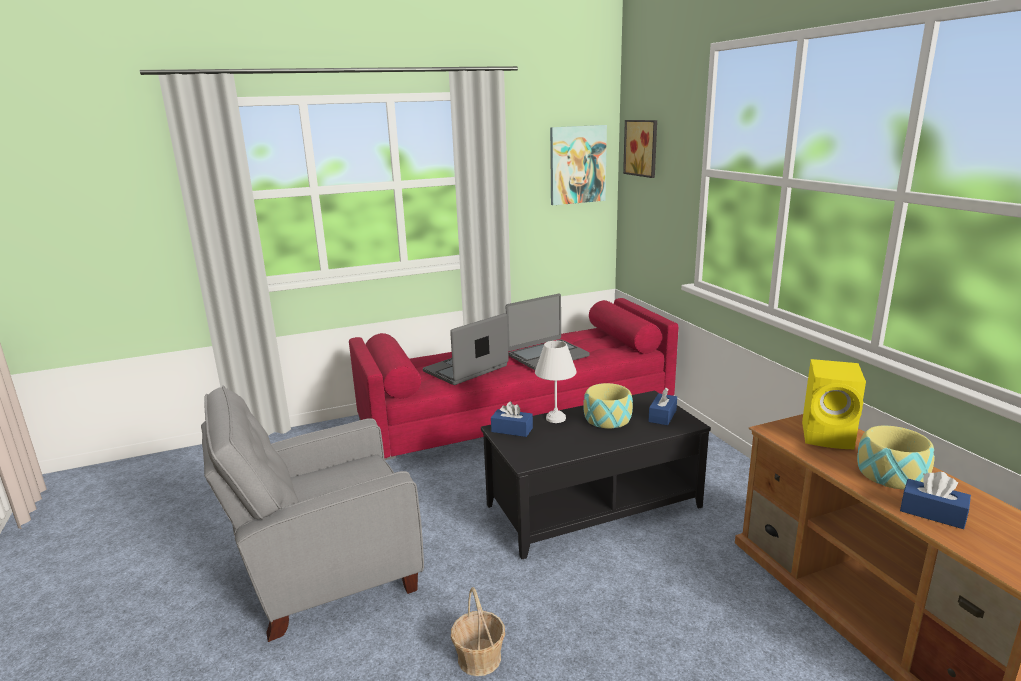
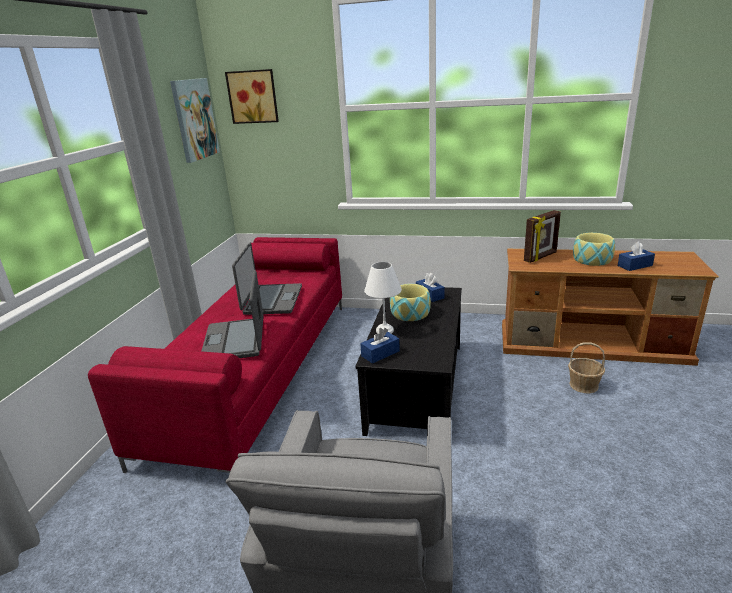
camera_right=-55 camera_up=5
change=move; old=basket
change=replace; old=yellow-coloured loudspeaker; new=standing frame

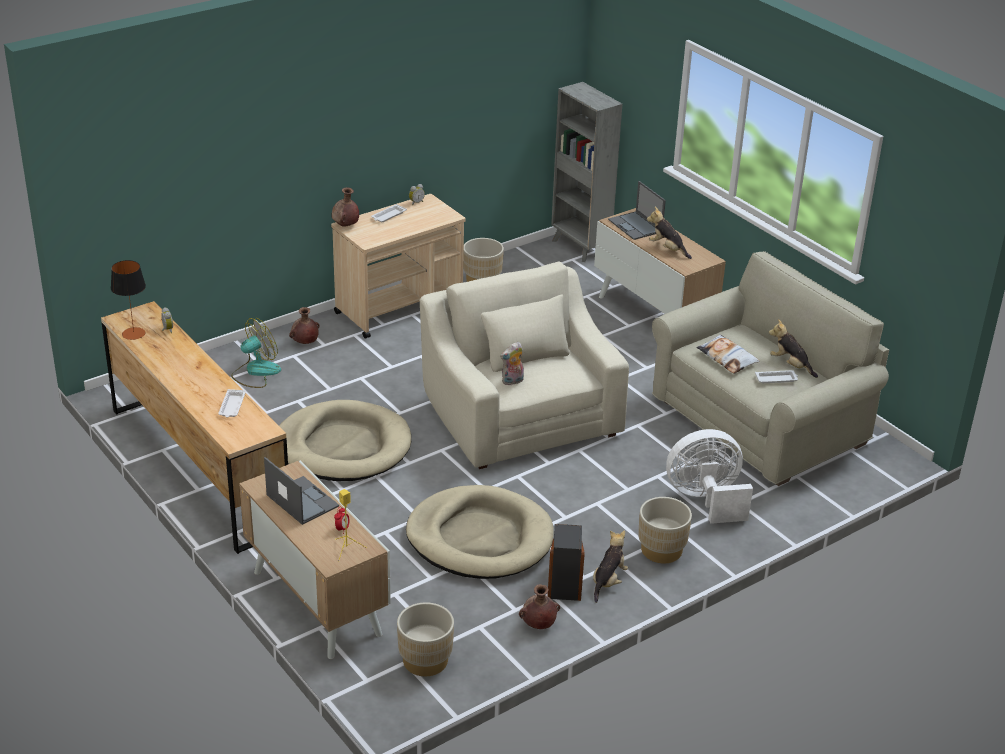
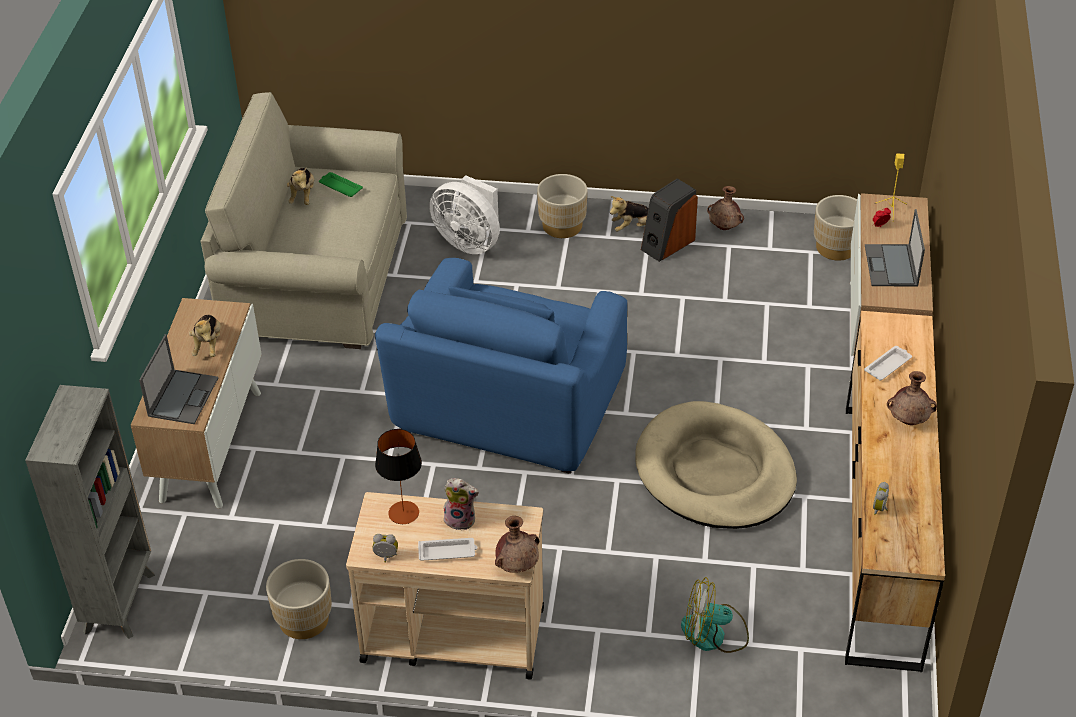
camera_right=-135 camera_up=10
change=delete; old=beige-coloured dog cushion (2nd from left)
change=delete; old=cushion
change=move; old=lamp for a table
change=move; old=brown-coloured decorative vase (1st from left in the first image); new=brown-coloured decorative vase (3rd from left)
change=move; old=cuddly toy (1st from left in the first image); new=cuddly toy (3rd from left)
change=recolor; old=beige-coloured easy chair; new=bluish easy chair
change=recolor; old=whitish tray (3rd from left); new=green-coloured tray

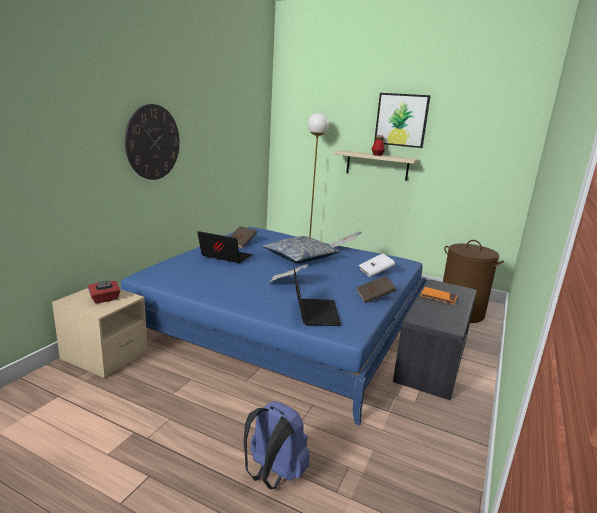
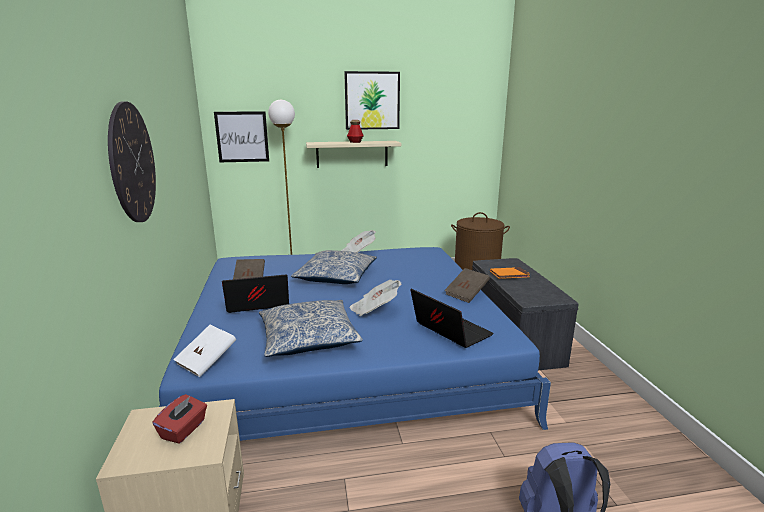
camera_right=-35 camera_up=0
change=insert; new=wall picture (1st from left)
change=insert; new=cushion (1st from left)
change=move; old=whitish bound book

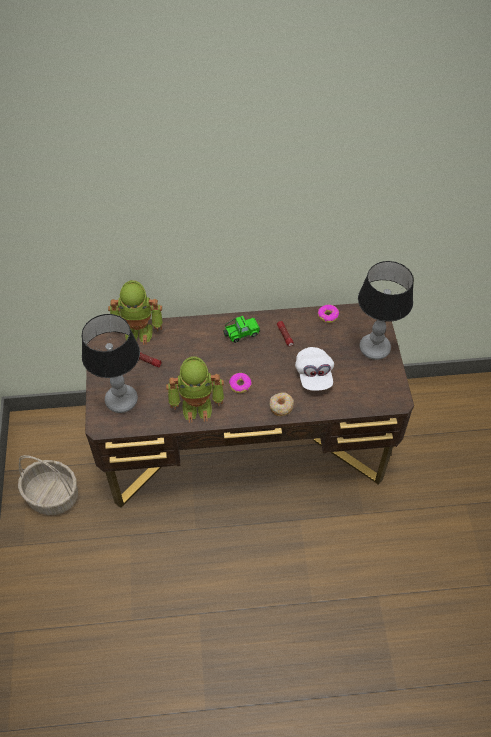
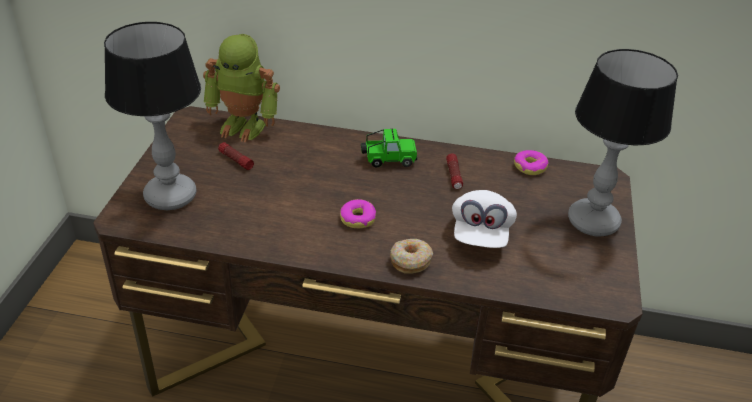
camera_right=15 camera_up=-15
change=delete; old=basket
change=delete; old=toy robot (2nd from left)

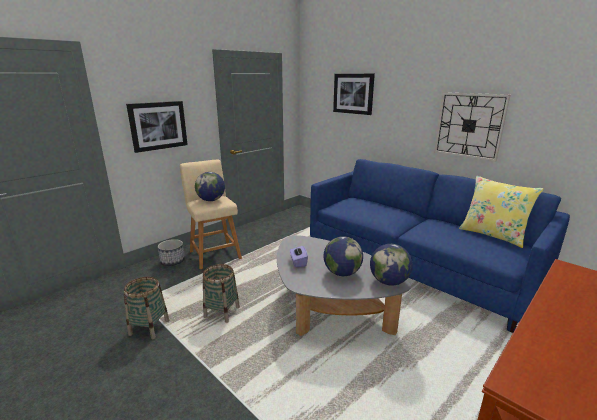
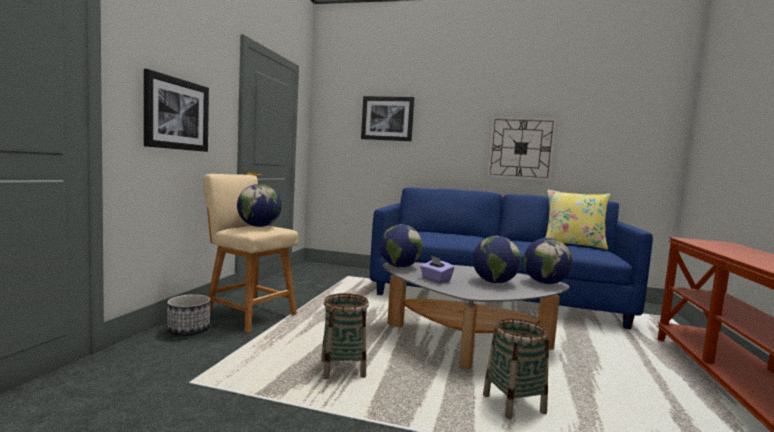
camera_right=-30 camera_up=-15
change=insert; new=desk globe (2nd from left)
change=move; old=basket (1st from left in the first image); new=basket (2nd from left)

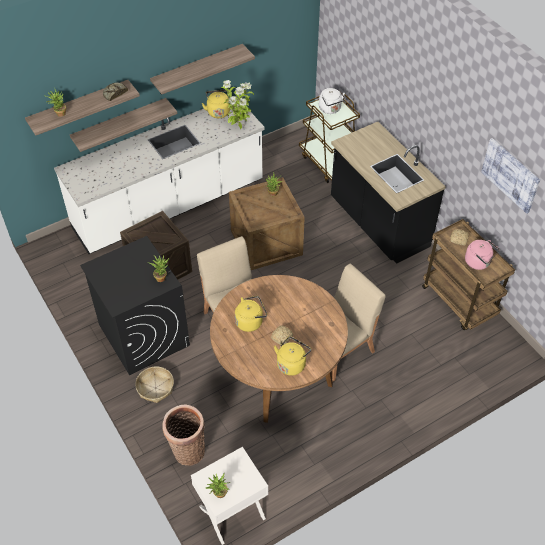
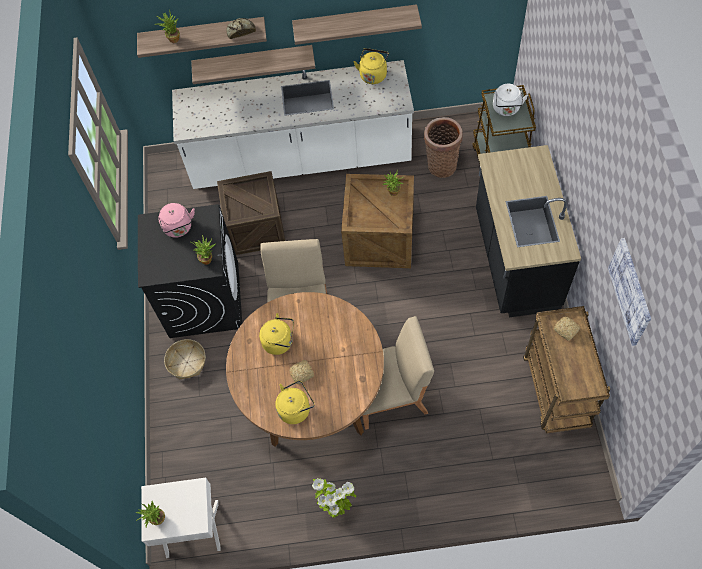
camera_right=30 camera_up=10
change=move; old=basket (2nd from left)
change=move; old=plant in a pot (4th from left)
change=move; old=pink kettle

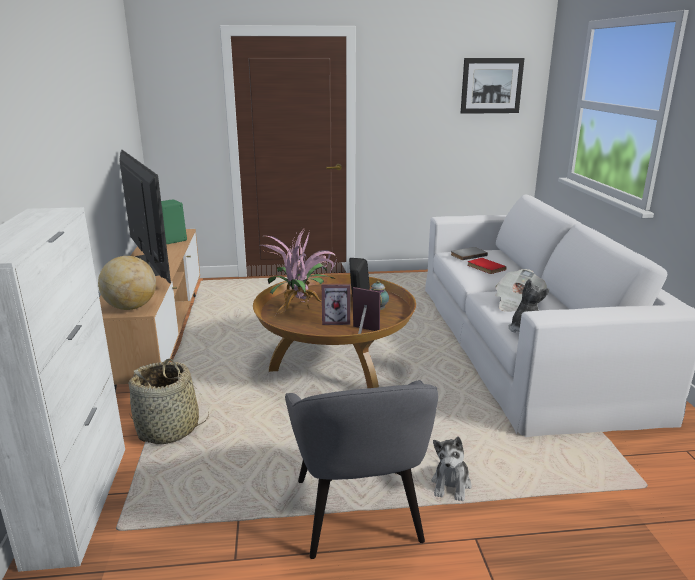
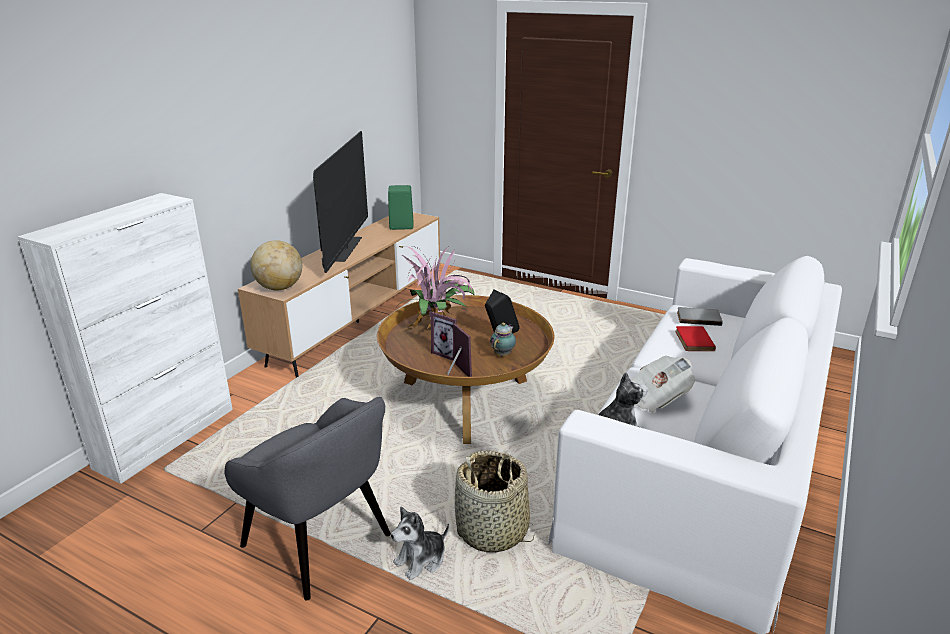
camera_right=35 camera_up=5
change=delete; old=wall picture
change=move; old=basket
change=rotate; old=grey easy chair; degrees=-75

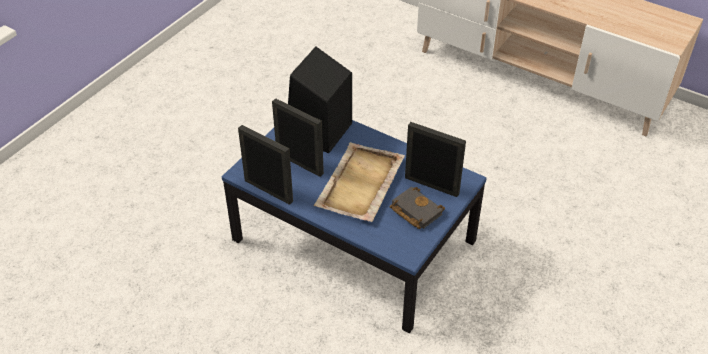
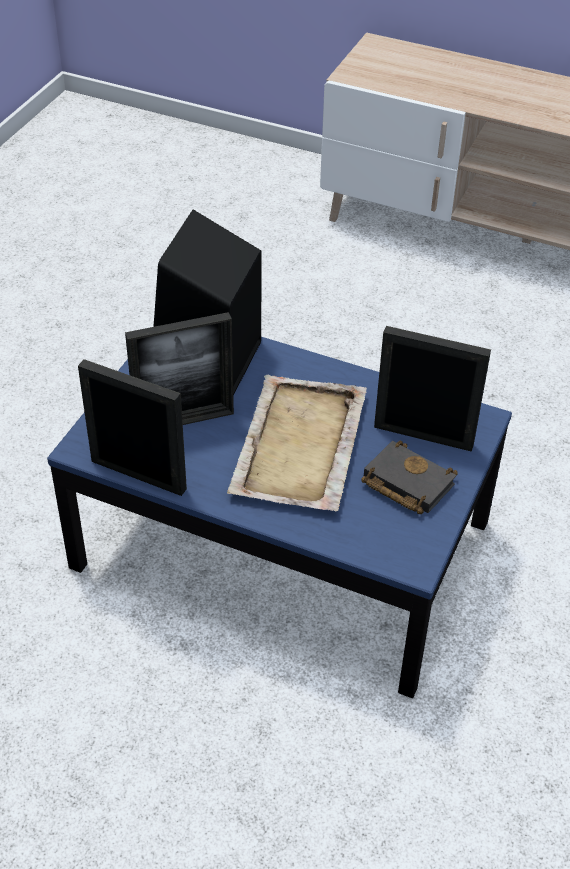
camera_right=-10 camera_up=0
change=rotate; old=standing frame (2nd from left); degrees=135

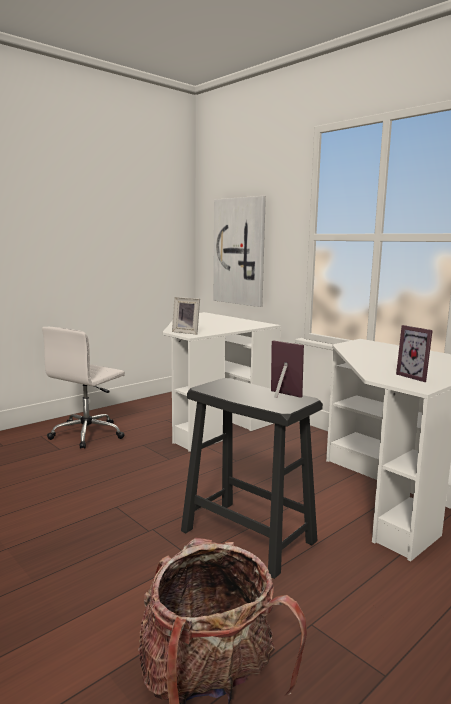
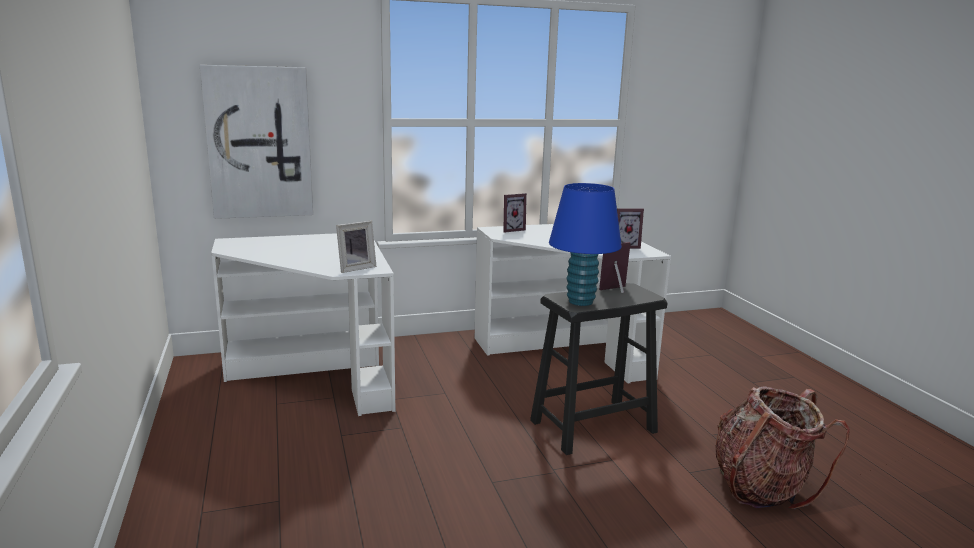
camera_right=-65 camera_up=5
change=delete; old=whitish office chair
change=insert; new=standing frame (2nd from left)
change=insert; new=bluish lamp for a table

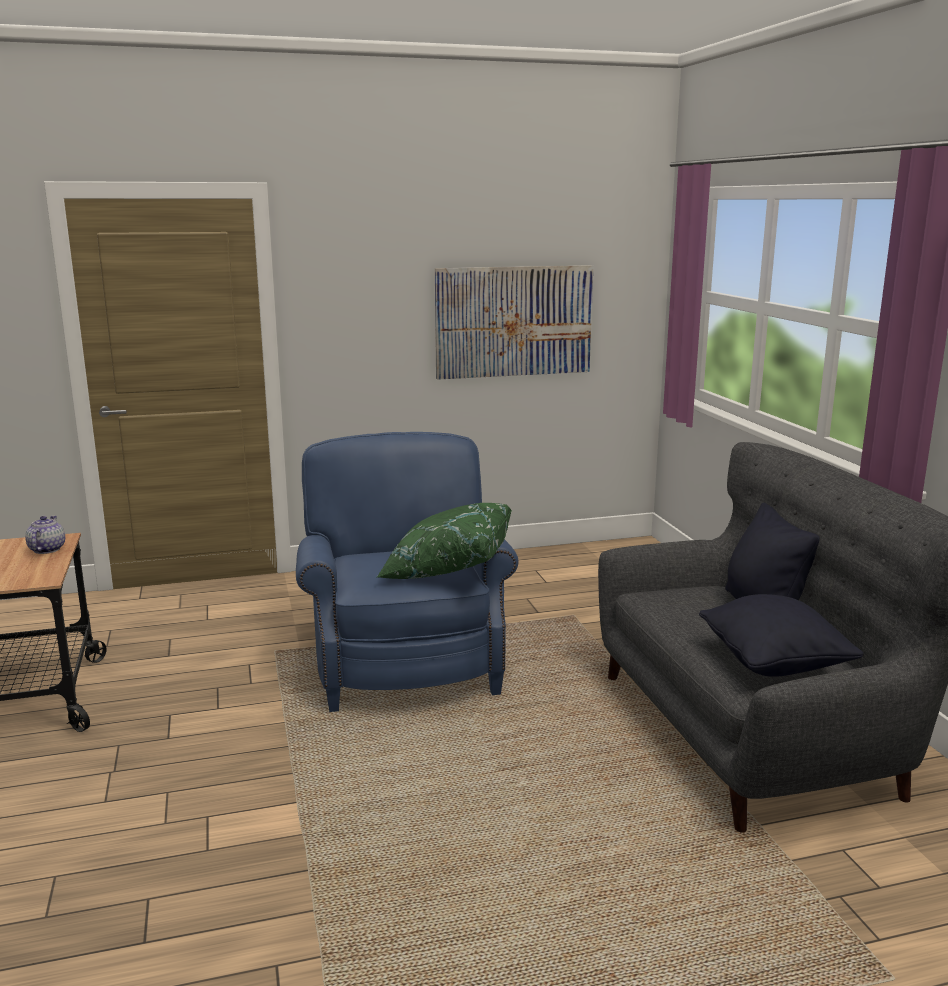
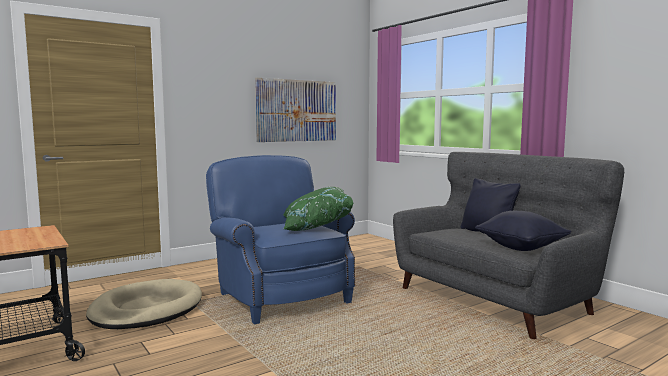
camera_right=-20 camera_up=-10
change=delete; old=pot for tea
change=insert; new=beige-coloured dog cushion

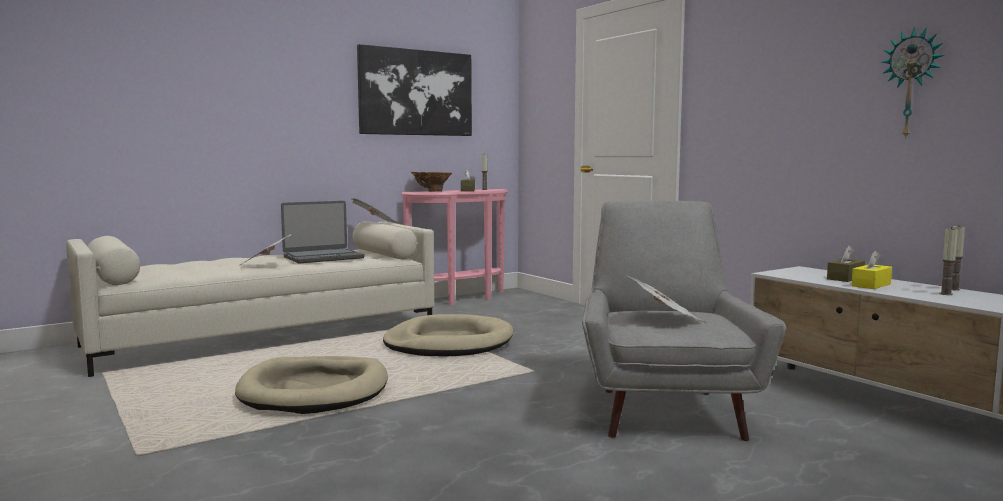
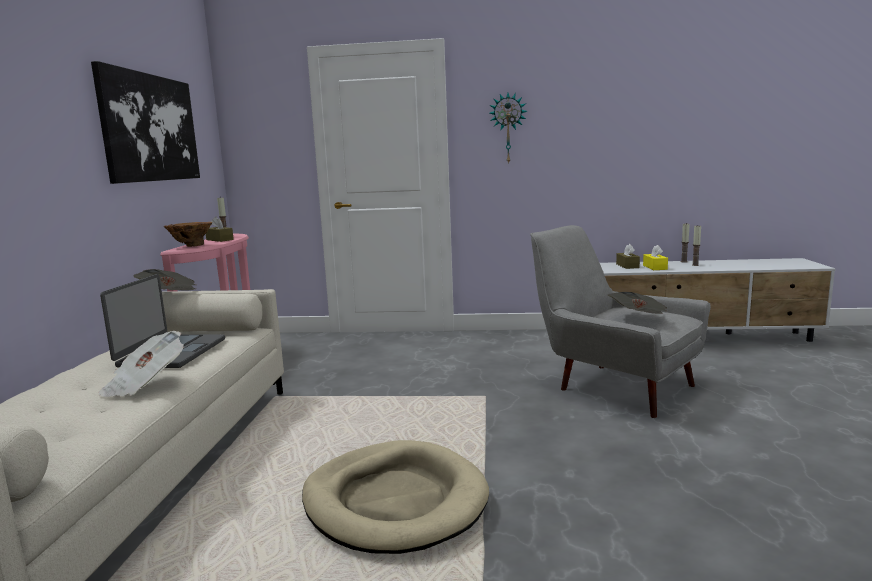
camera_right=-50 camera_up=5
change=delete; old=beige-coloured dog cushion (2nd from left)
change=move; old=hanging clock

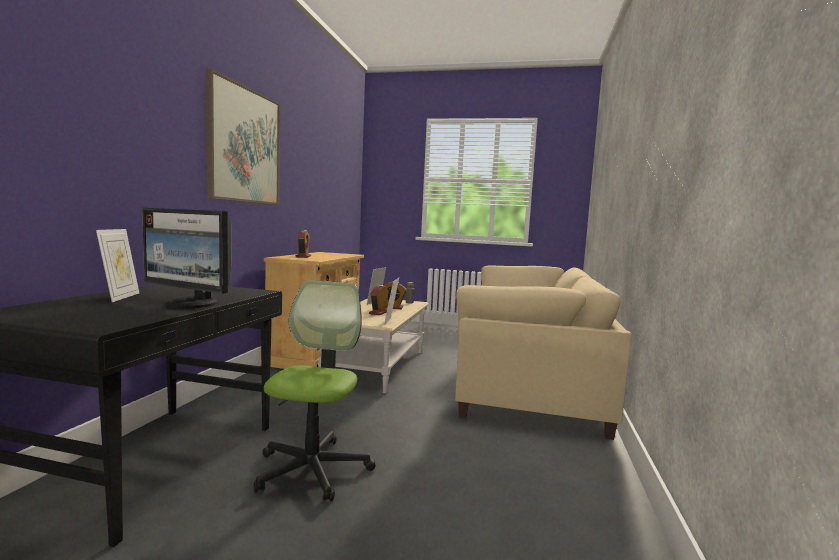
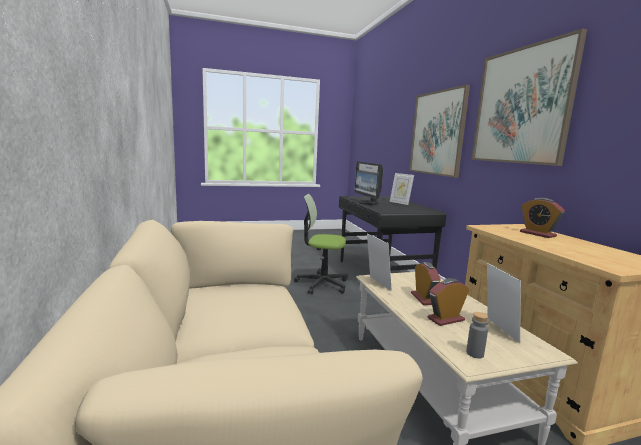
camera_right=150 camera_up=5
change=insert; new=wall picture (1st from left)
change=rotate; old=computer screen; degrees=-105
change=rotate; old=office chair; degrees=120

